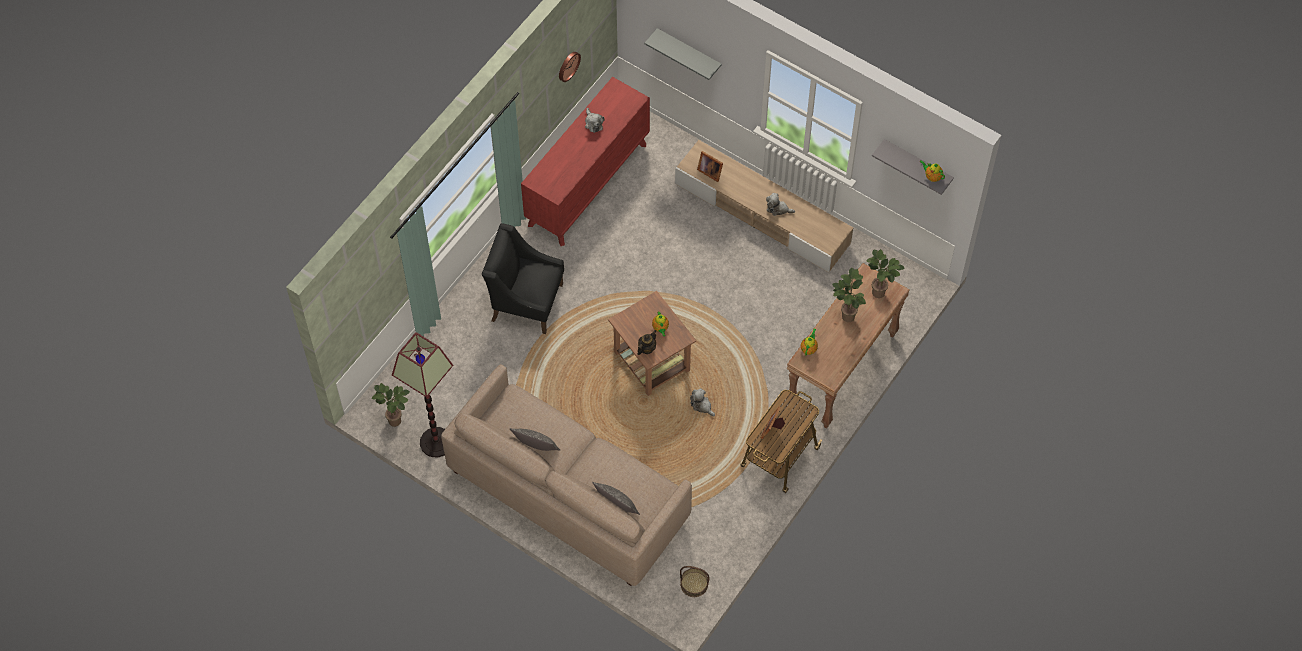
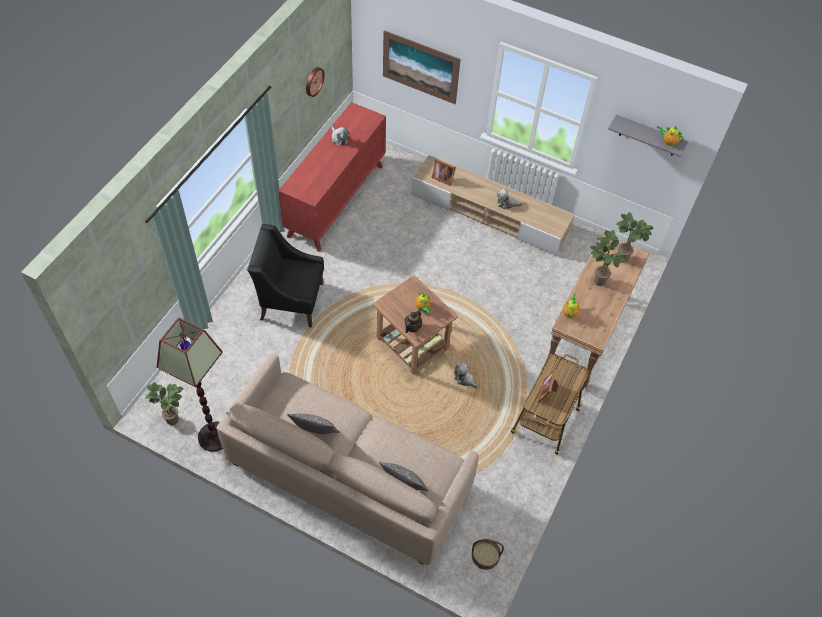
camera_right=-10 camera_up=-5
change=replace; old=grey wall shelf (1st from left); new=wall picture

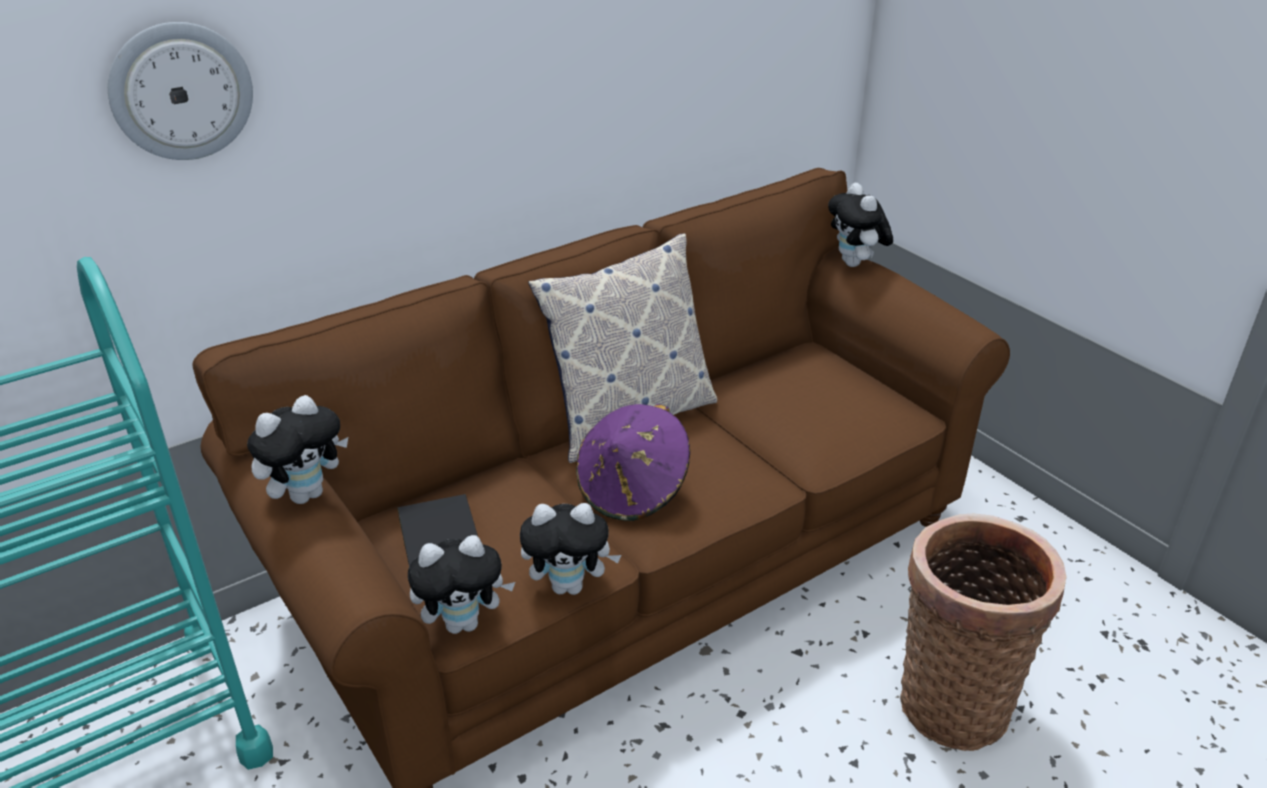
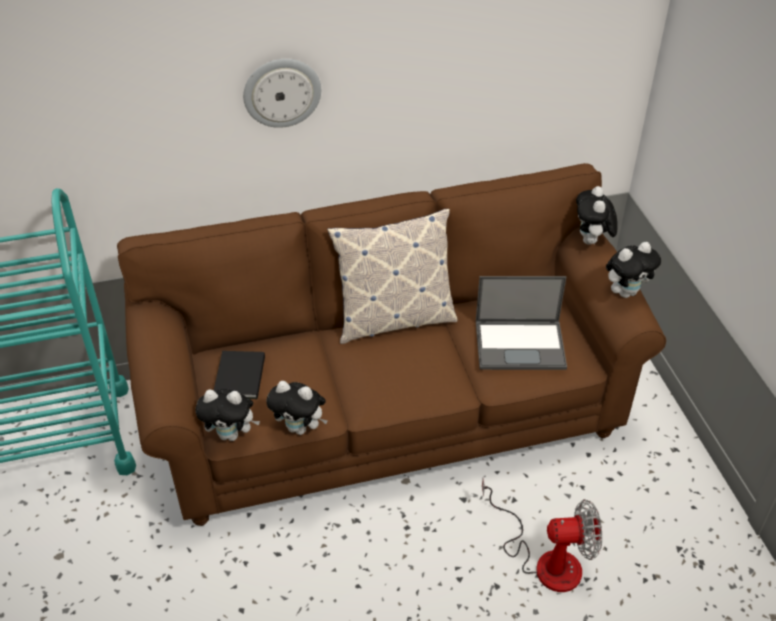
camera_right=20 camera_up=10
change=delete; old=purple-coloured wearable hat
change=insert; new=laptop
change=move; old=hanging clock
change=move; old=cuddly toy (1st from left in the first image); new=cuddly toy (4th from left)
change=replace; old=basket; new=electric fan

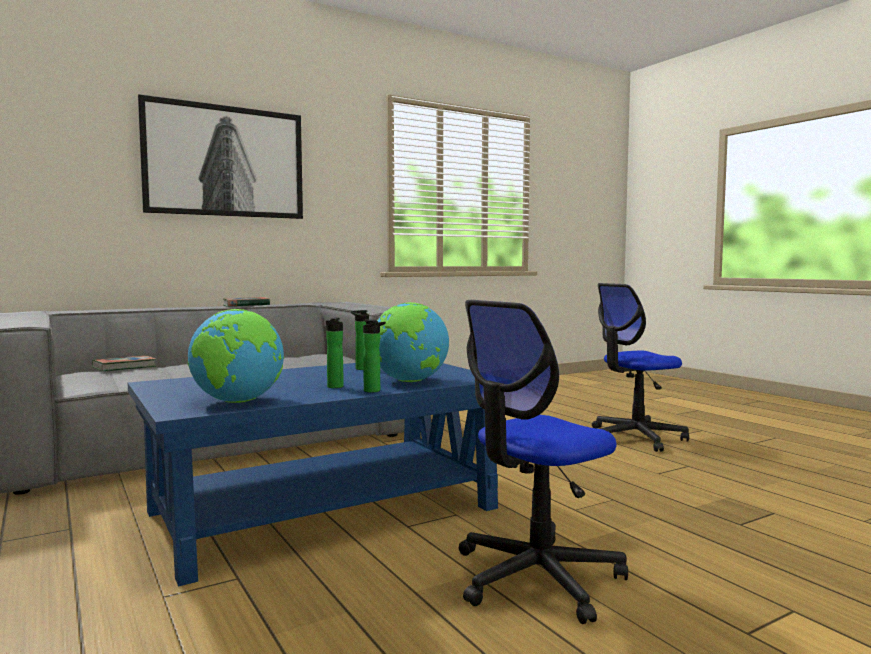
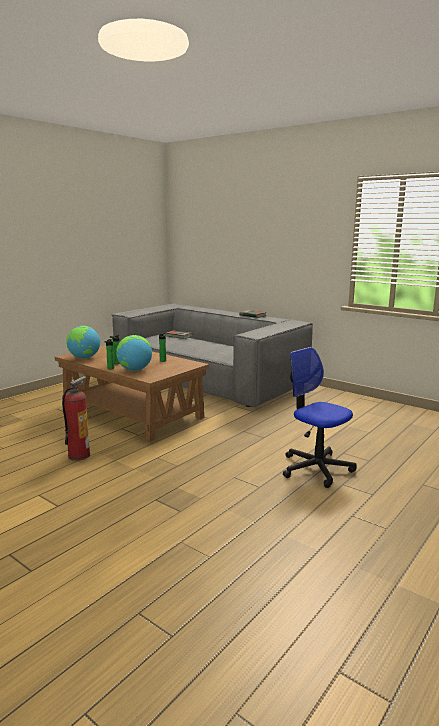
camera_right=70 camera_up=10
change=delete; old=wall picture
change=replace; old=office chair (1st from left); new=extinguisher
change=recolor; old=bluish coffee table; new=brown-coloured coffee table

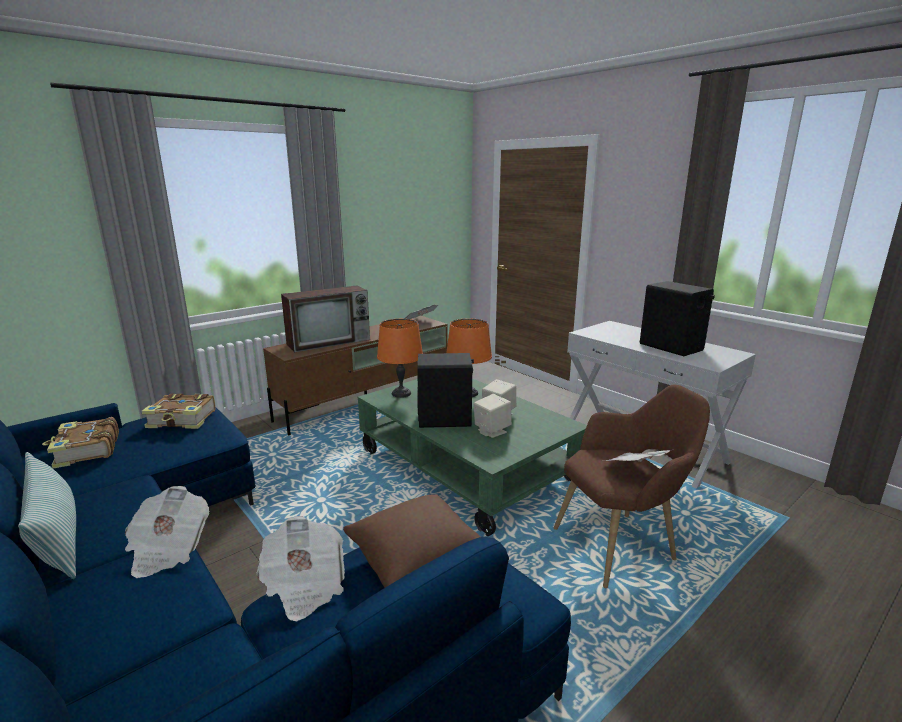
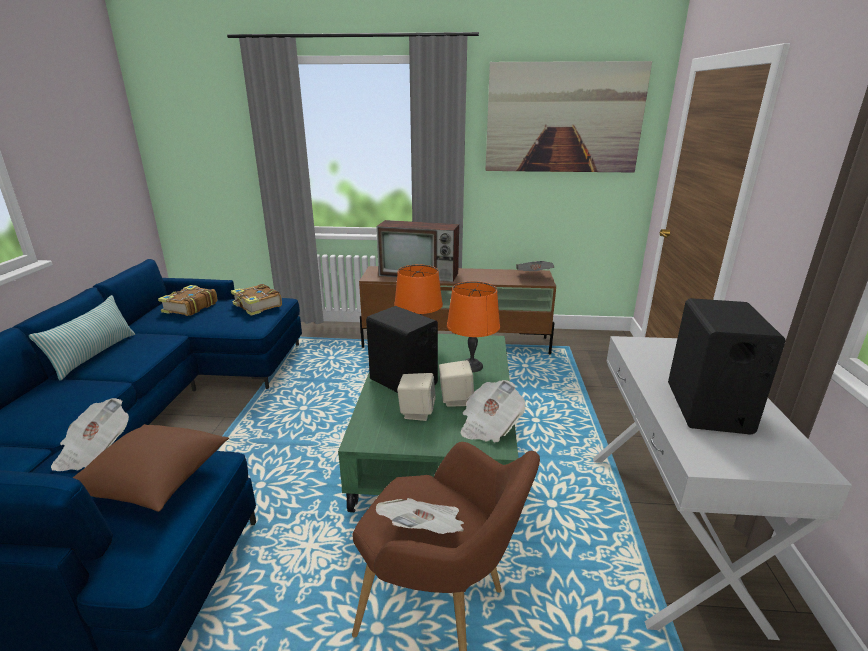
camera_right=45 camera_up=5
change=insert; new=wall picture
change=move; old=newspaper (1st from left in the first image); new=newspaper (3rd from left)

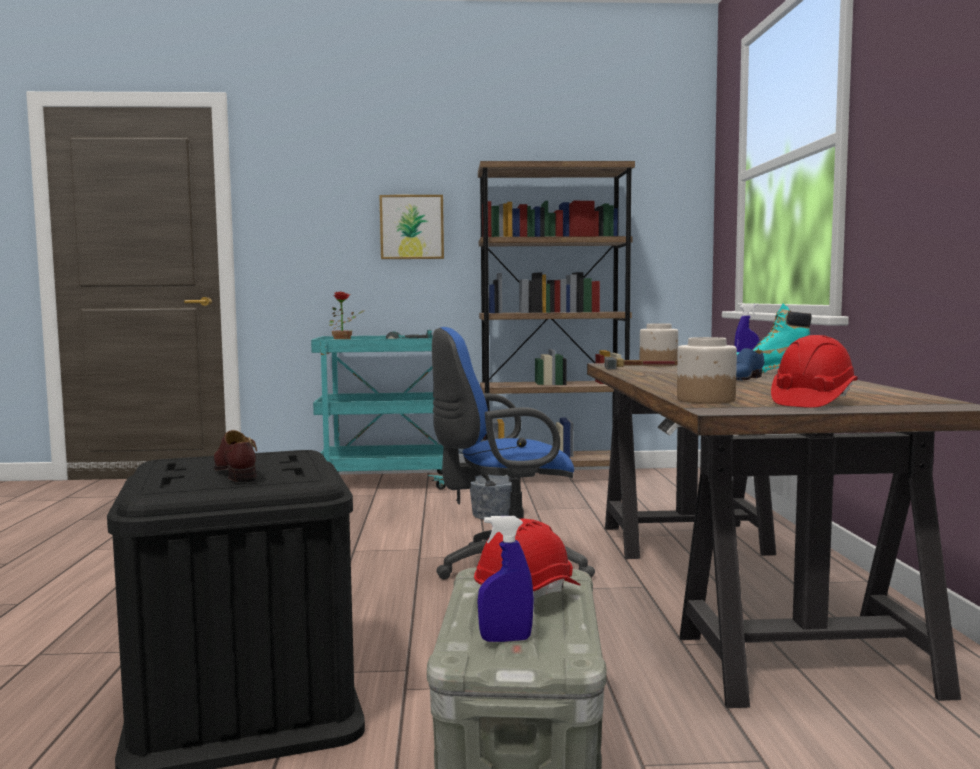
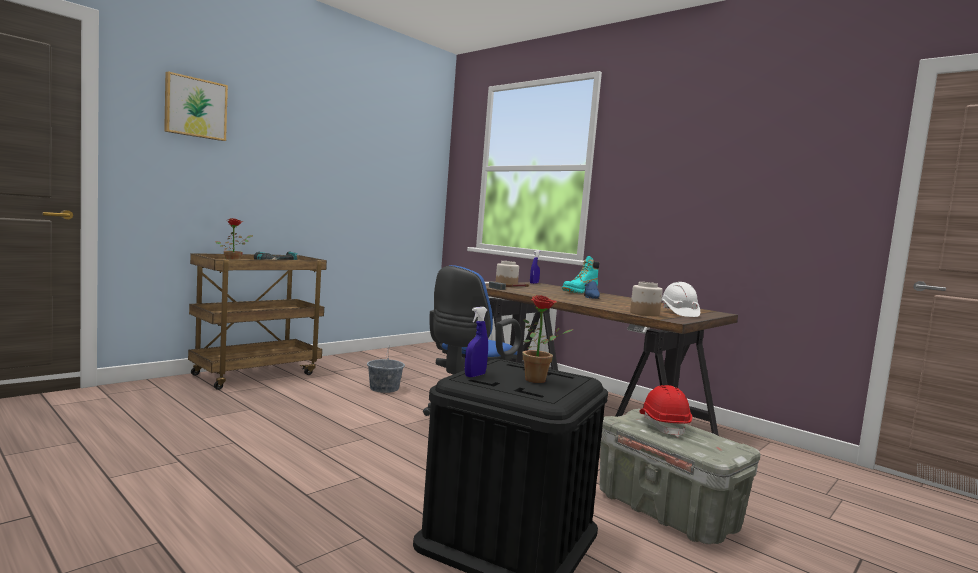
camera_right=-45 camera_up=0
change=delete; old=brown-coloured bookcase
change=move; old=wall picture
change=move; old=bluish hand sprayer (1st from left)
change=replace; old=brown-coloured item of footwear; new=plant in a pot (2nd from left)
change=recolor; old=turquoise-coloured cart; new=brown-coloured cart
change=recolor; old=red-coloured safety helmet (2nd from left); new=whitish safety helmet

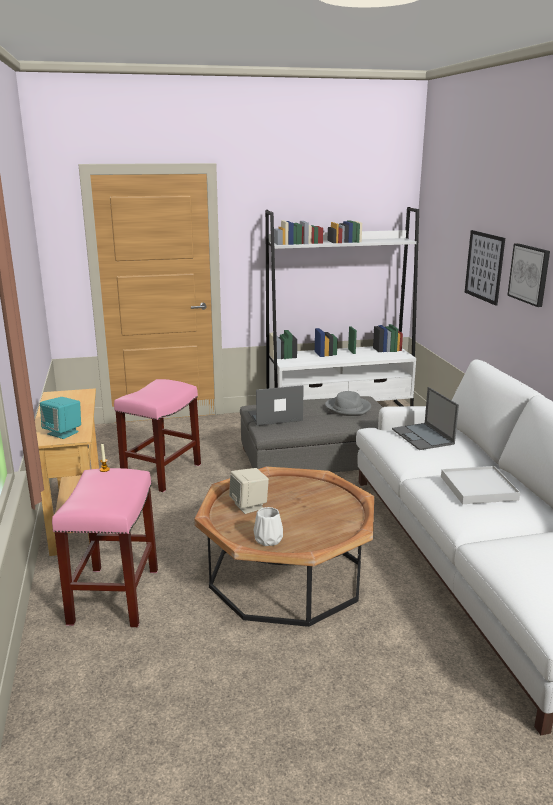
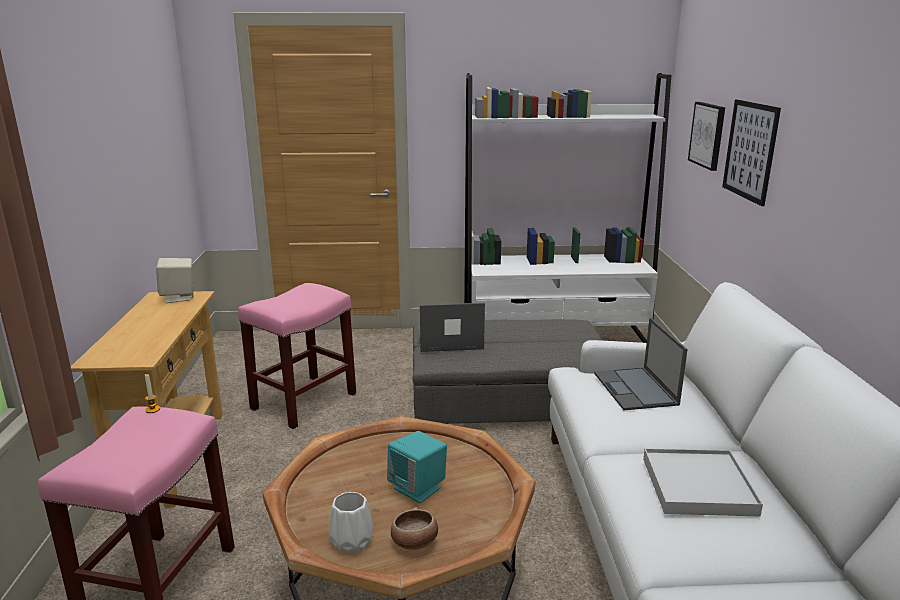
camera_right=10 camera_up=0
change=delete; old=grey wearable hat
change=insert; new=serving bowl
change=move; old=turquoise-coloured loudspeaker
change=move; old=beige-coloured loudspeaker
change=move; old=wall picture (2nd from left in the first image); new=wall picture (1st from left)

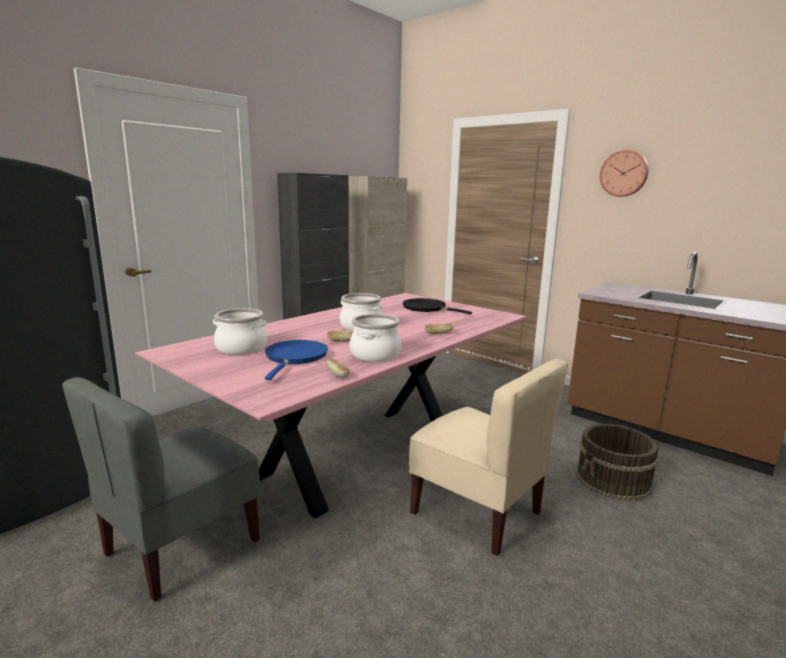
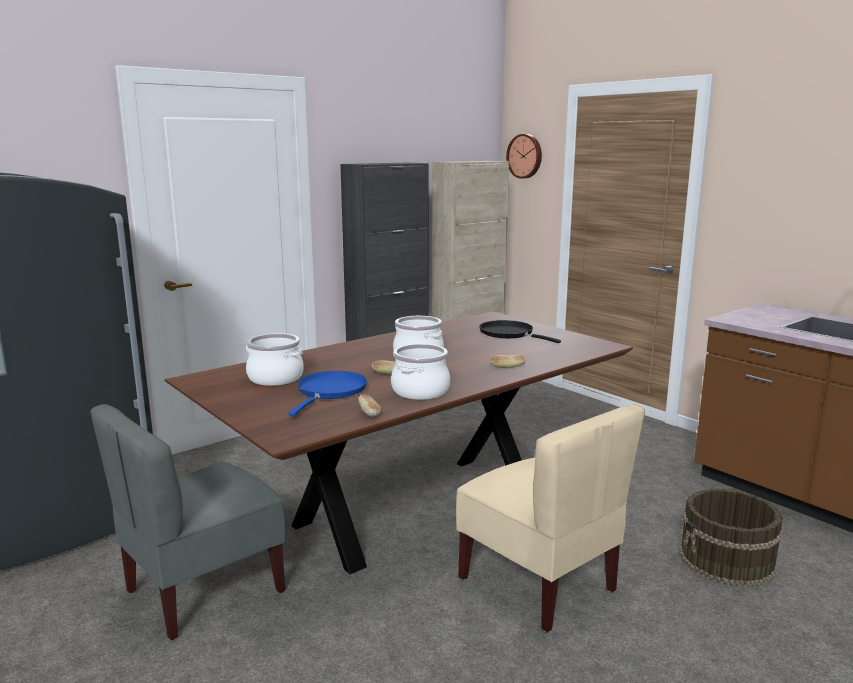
camera_right=10 camera_up=0
change=move; old=hanging clock
change=recolor; old=pink dining table; new=brown-coloured dining table

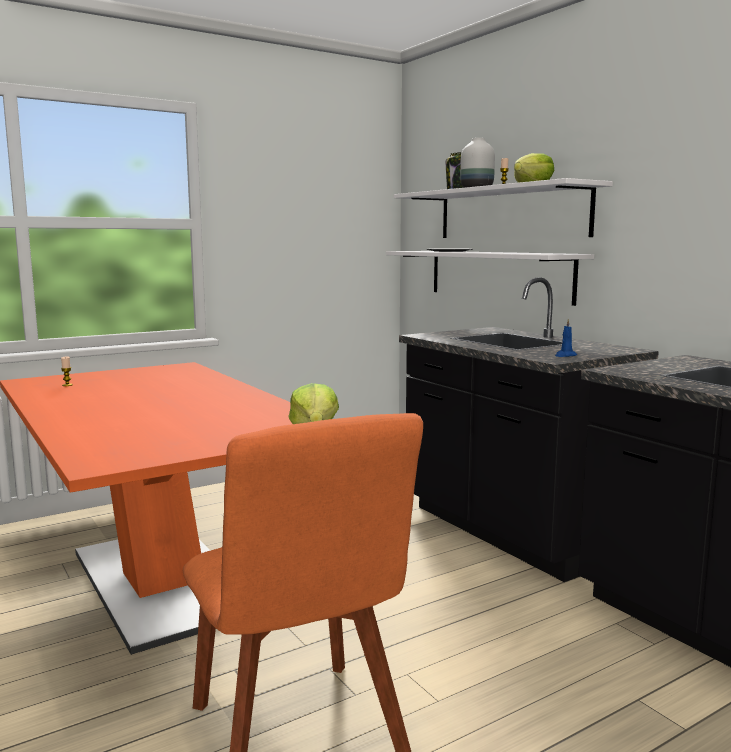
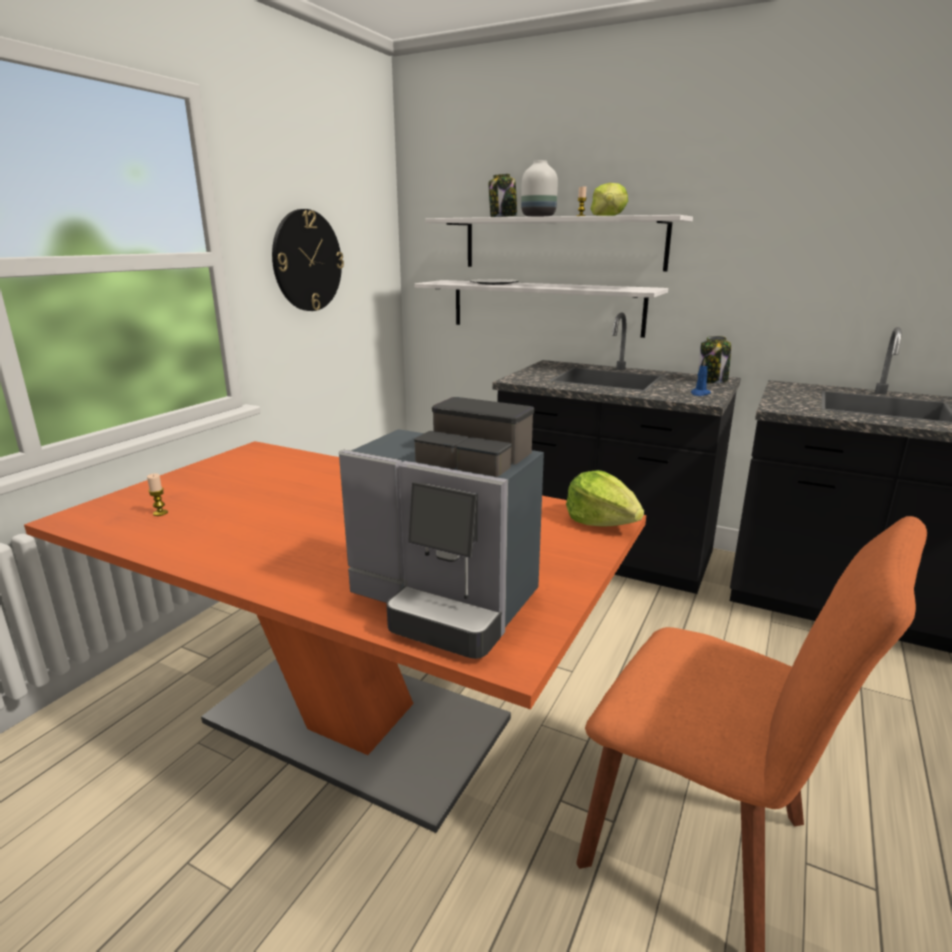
camera_right=-30 camera_up=10
change=insert; new=hanging clock
change=insert; new=coffee machine
change=insert; new=preserve jar (2nd from left)

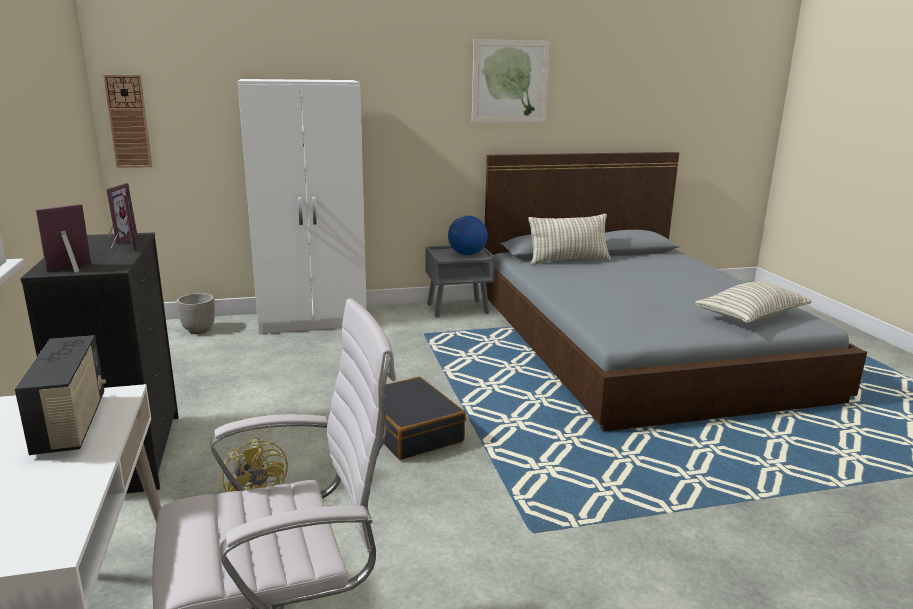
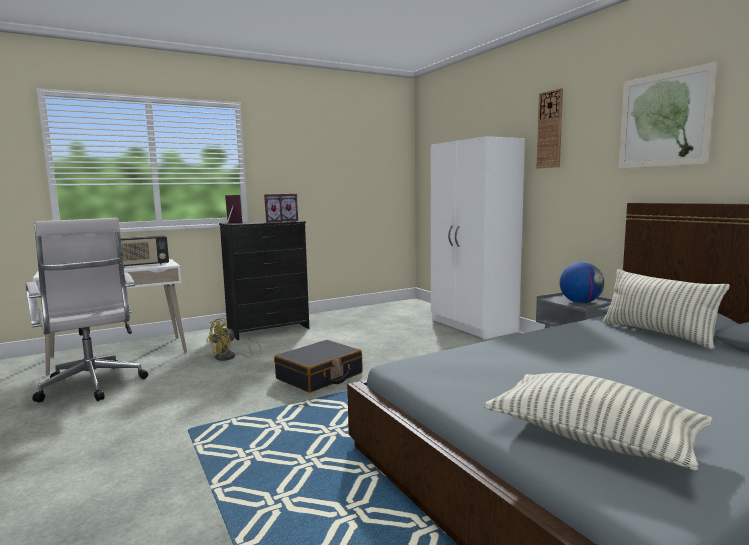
camera_right=75 camera_up=-10
change=delete; old=flower pot
change=move; old=hanging clock

